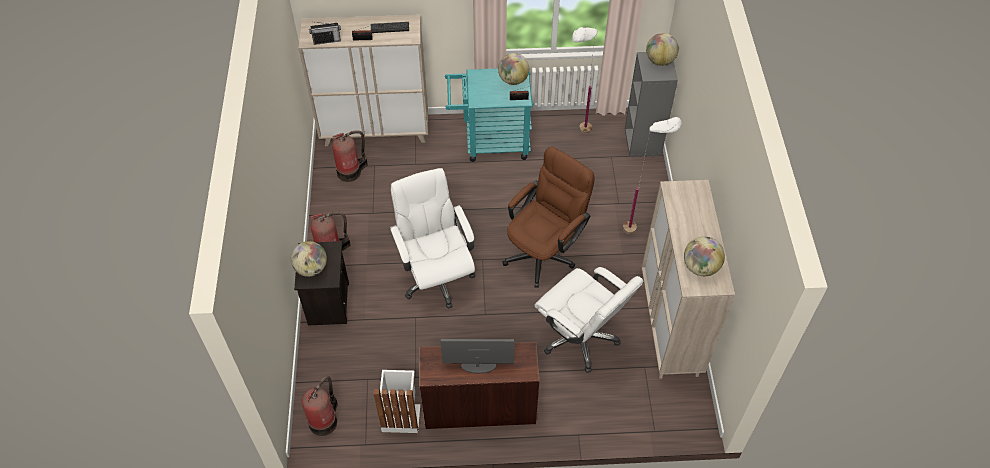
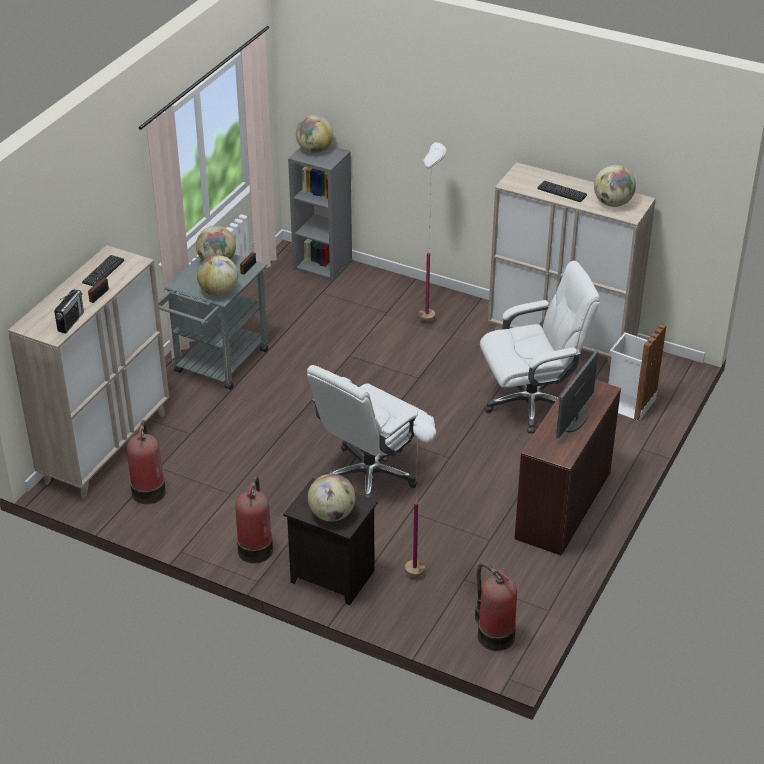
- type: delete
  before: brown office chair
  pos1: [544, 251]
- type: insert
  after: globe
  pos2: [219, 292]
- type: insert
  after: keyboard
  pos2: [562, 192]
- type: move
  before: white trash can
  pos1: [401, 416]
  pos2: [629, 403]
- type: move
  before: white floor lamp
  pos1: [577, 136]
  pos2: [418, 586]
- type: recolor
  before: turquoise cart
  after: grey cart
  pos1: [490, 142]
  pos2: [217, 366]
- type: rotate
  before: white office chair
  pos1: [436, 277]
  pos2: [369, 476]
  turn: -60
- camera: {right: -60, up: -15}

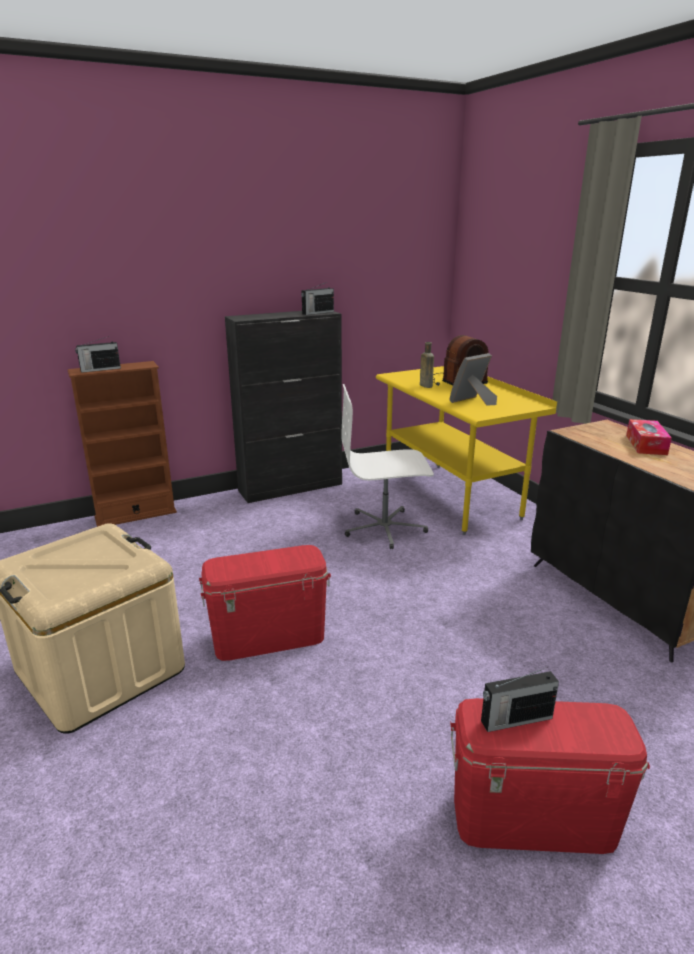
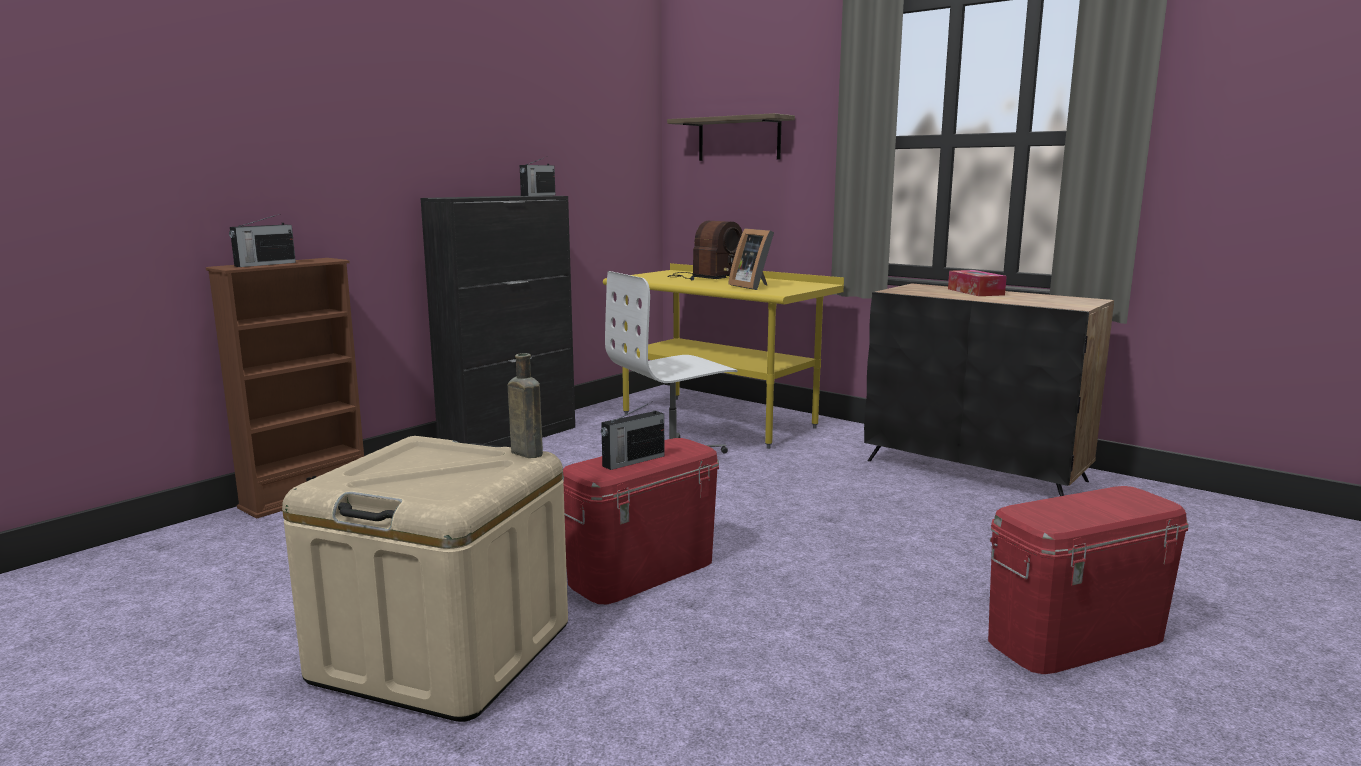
- type: insert
  after: shelf
  pos2: [739, 139]
- type: move
  before: brown bottle
  pos1: [425, 385]
  pos2: [525, 452]
- type: move
  before: radio
  pos1: [515, 719]
  pos2: [632, 461]
- type: rotate
  before: picture frame
  pos1: [472, 402]
  pos2: [753, 286]
  turn: -60
- camera: {right: -25, up: -10}

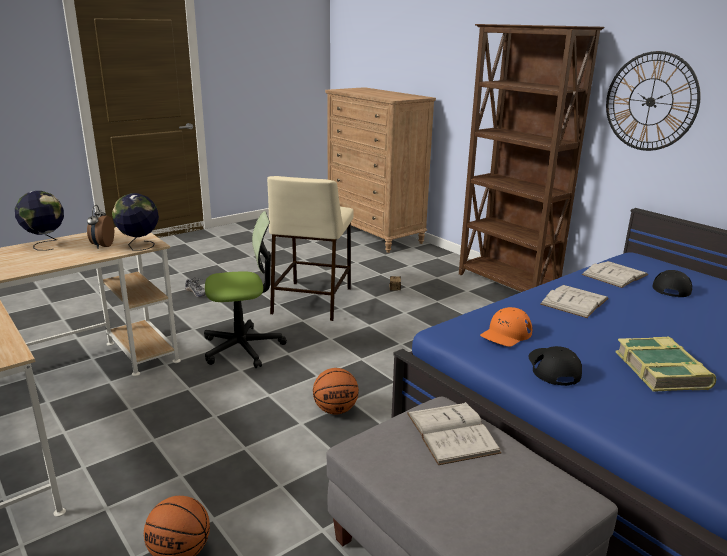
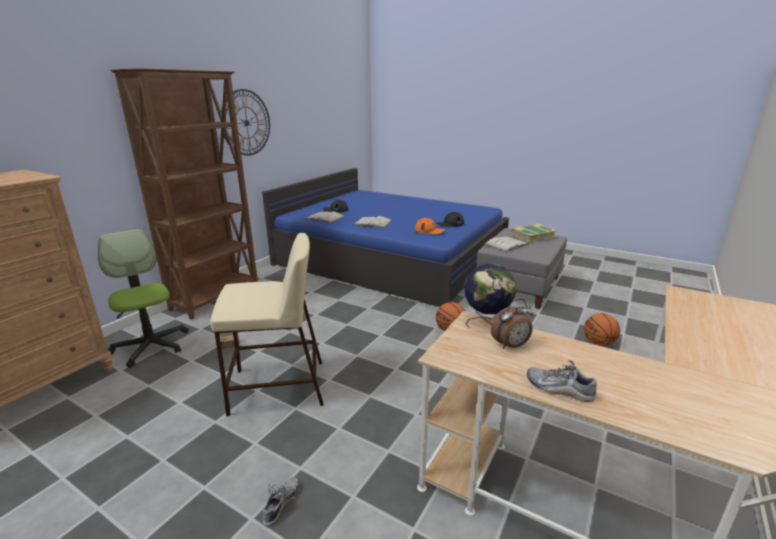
- type: move
  before: office chair
  pos1: [243, 347]
  pos2: [151, 346]
- type: move
  before: book
  pos1: [662, 370]
  pos2: [532, 236]
- type: replace
  before: globe
  after: shoe
  pos1: [45, 244]
  pos2: [559, 389]
- camera: {right: -110, up: 0}

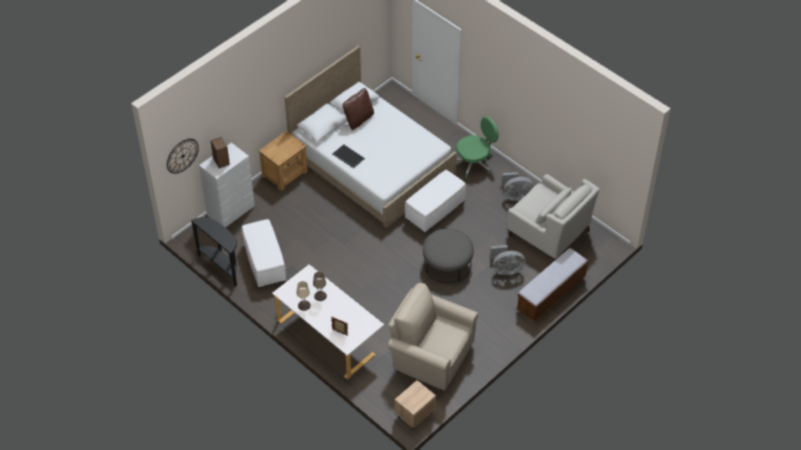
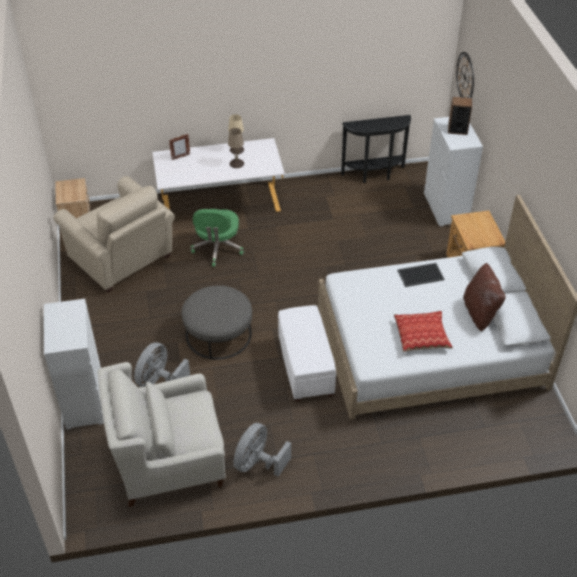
- type: delete
  before: white ottoman
  pos1: [264, 263]
- type: insert
  after: pillow
  pos2: [422, 336]
- type: move
  before: green office chair
  pos1: [474, 163]
  pos2: [217, 248]
- type: replace
  before: bench
  after: white dresser
  pos1: [551, 294]
  pos2: [84, 401]
- type: rotate
  before: beige armchair
  pos1: [430, 356]
  pos2: [123, 260]
  turn: 75
- camera: {right: 125, up: -5}

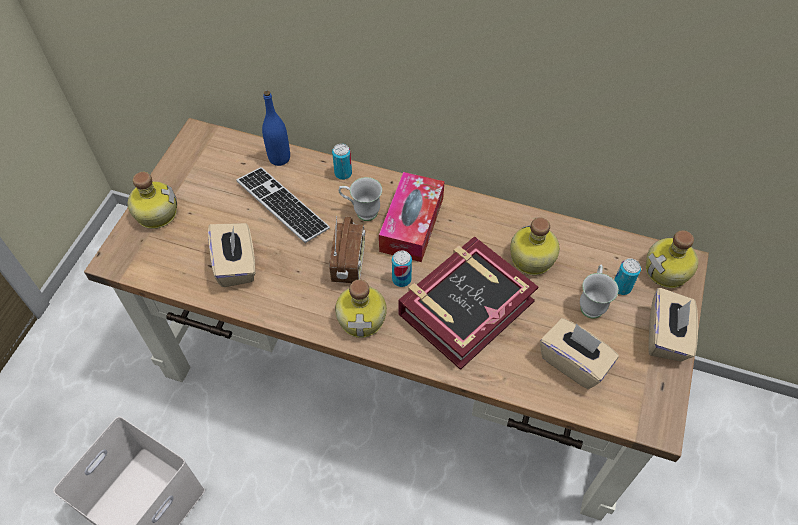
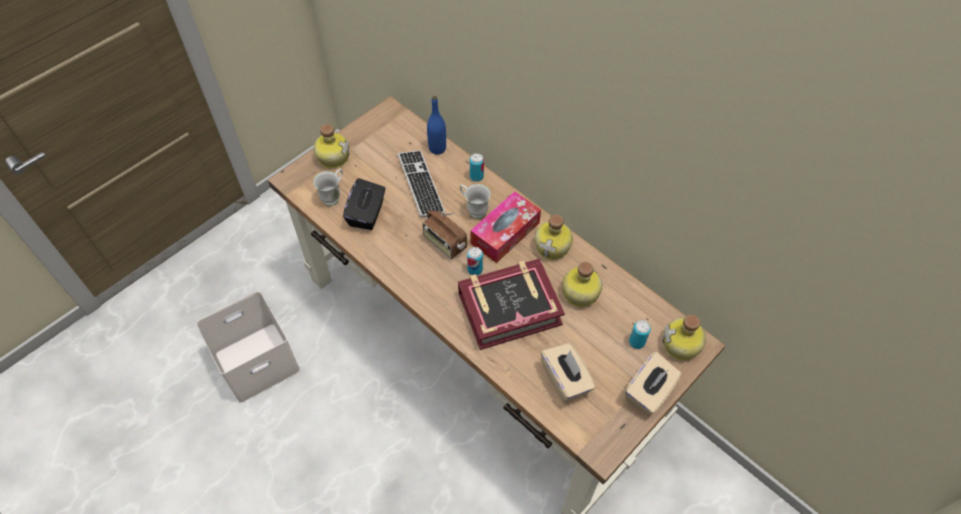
- type: move
  before: bottle
  pos1: [363, 318]
  pos2: [553, 246]
- type: move
  before: white mug
  pos1: [592, 303]
  pos2: [334, 196]
- type: recolor
  before: beige tissue box
  after: black tissue box
  pos1: [236, 265]
  pos2: [367, 214]
- type: rotate
  before: radio
  pos1: [349, 263]
  pos2: [444, 243]
  turn: 105
- camera: {right: 25, up: 0}

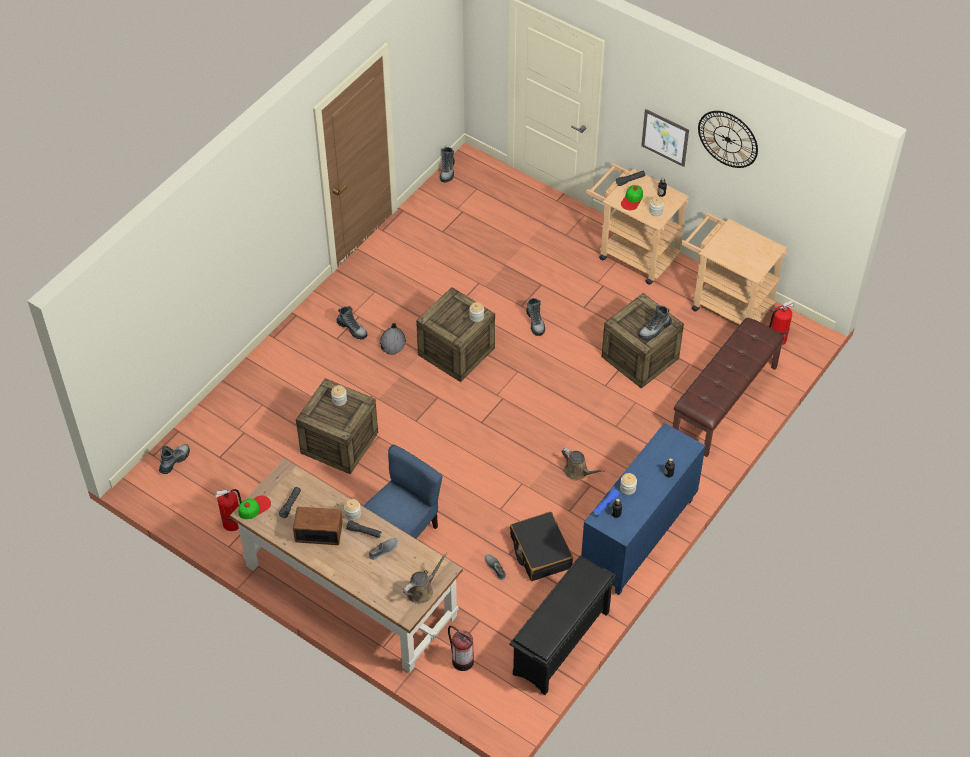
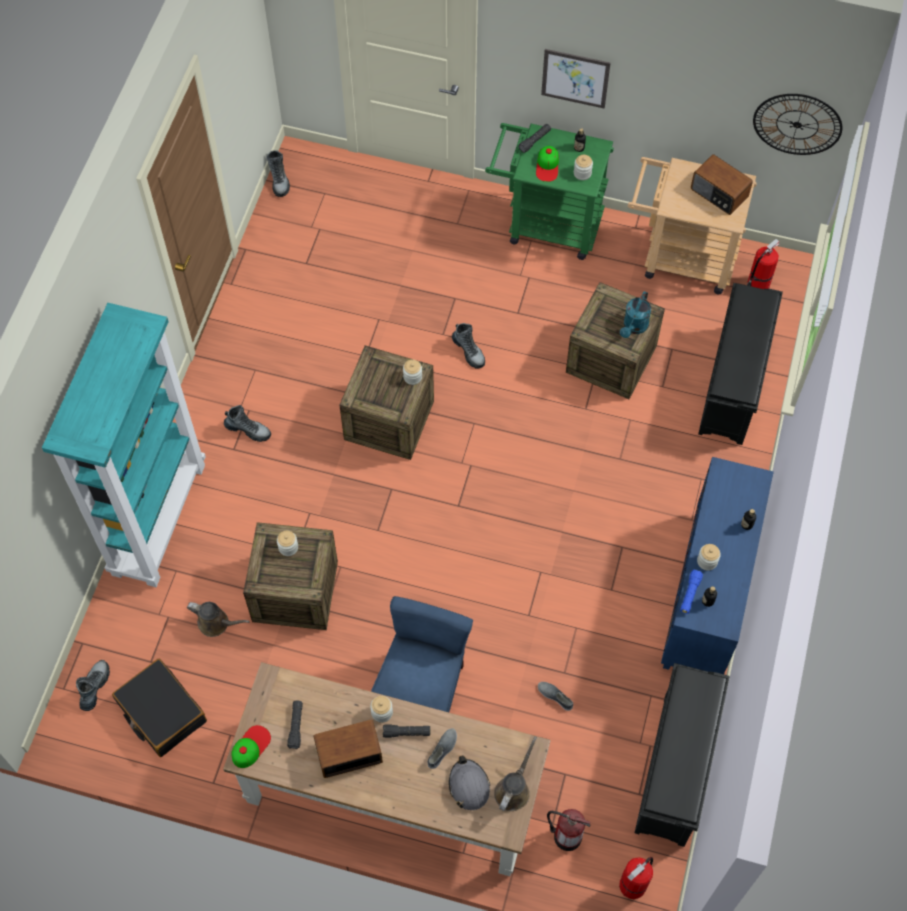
- type: insert
  after: turquoise bookcase
  pos2: [158, 518]
- type: insert
  after: radio
  pos2: [719, 194]
- type: move
  before: fire extinguisher
  pos1: [233, 522]
  pos2: [633, 884]
- type: move
  before: grey hard hat
  pos1: [392, 342]
  pos2: [469, 786]
- type: move
  before: black suitcase
  pos1: [540, 552]
  pos2: [161, 712]
- type: move
  before: brown watering can
  pos1: [578, 472]
  pos2: [216, 623]
- type: move
  before: wall clock
  pos1: [727, 139]
  pos2: [797, 124]
- type: replace
  before: boot
  after: turquoise watering can
  pos1: [654, 330]
  pos2: [634, 327]
- type: replace
  before: brown bench
  after: black shoe rack
  pos1: [725, 402]
  pos2: [733, 386]
- type: recolor
  before: beige cart
  after: green cart
  pos1: [632, 253]
  pos2: [546, 224]
- camera: {right: -20, up: 10}

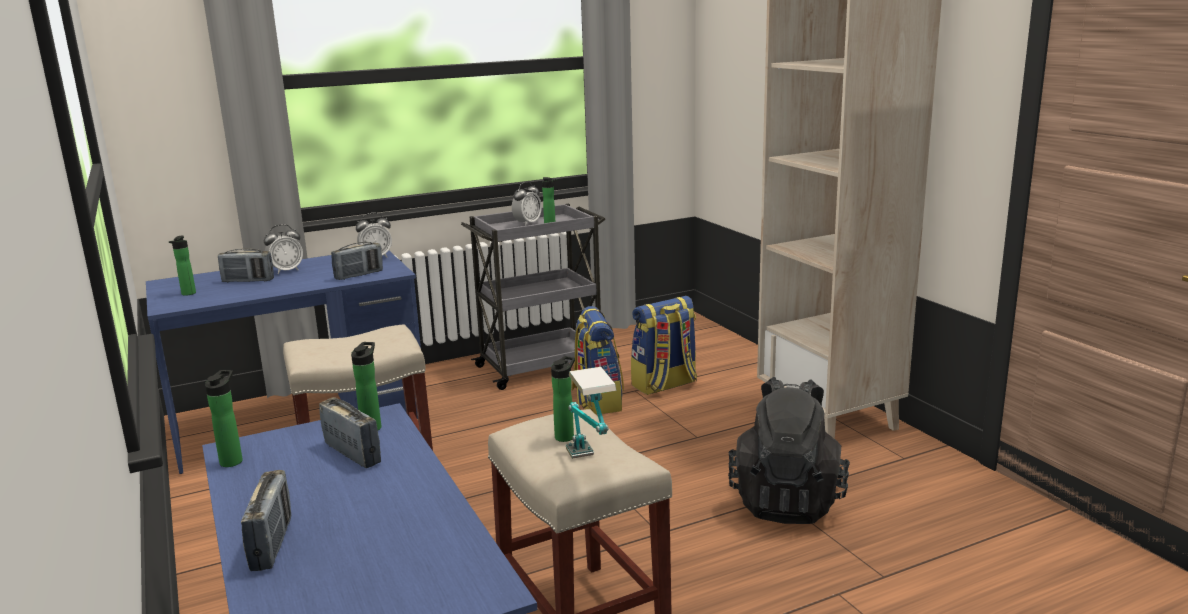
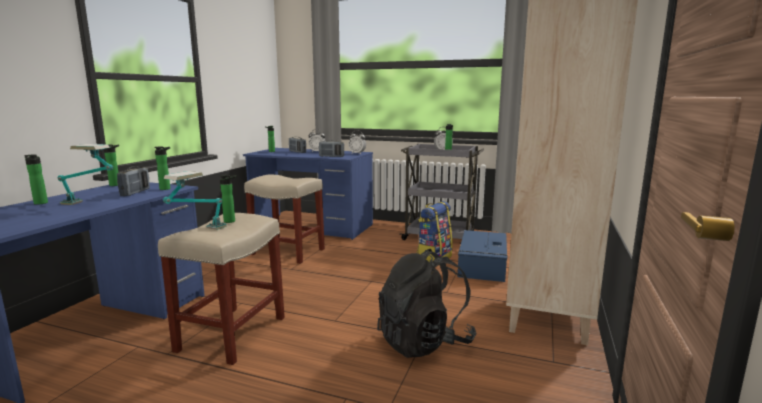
- type: insert
  after: table lamp
  pos2: [90, 204]
- type: replace
  before: radio
  after: bottle
  pos1: [272, 544]
  pos2: [40, 203]
- type: replace
  before: backpack
  after: blue storage box
  pos1: [664, 385]
  pos2: [482, 265]
- camera: {right: 45, up: -5}

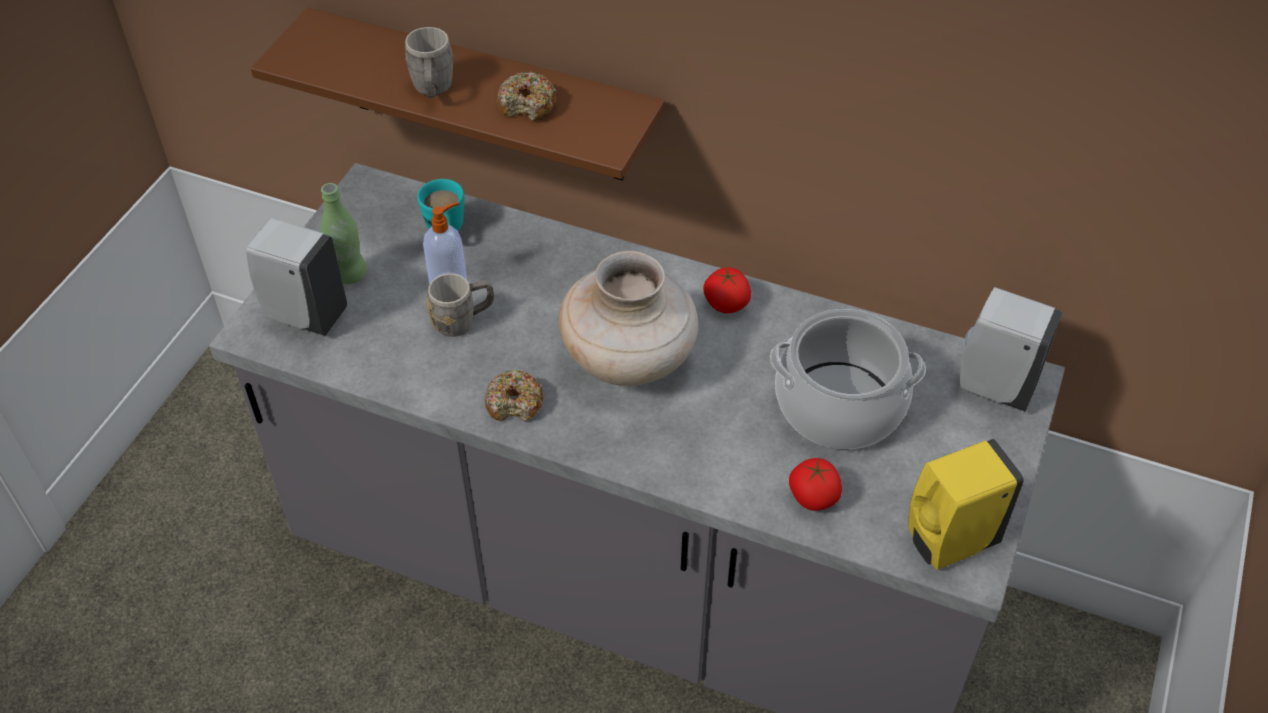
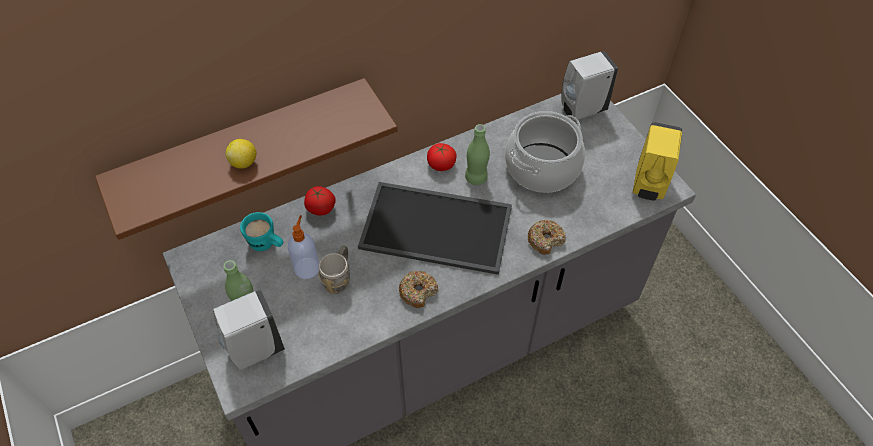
- type: insert
  after: green bottle
  pos2: [476, 178]
- type: move
  before: donut
  pos1: [527, 105]
  pos2: [545, 240]
- type: move
  before: tomato
  pos1: [813, 497]
  pos2: [321, 208]
- type: replace
  before: grey mug
  after: lemon
  pos1: [433, 90]
  pos2: [244, 162]
- type: replace
  before: beige vase
  after: tray
  pos1: [629, 360]
  pos2: [438, 226]
- camera: {right: -50, up: 5}

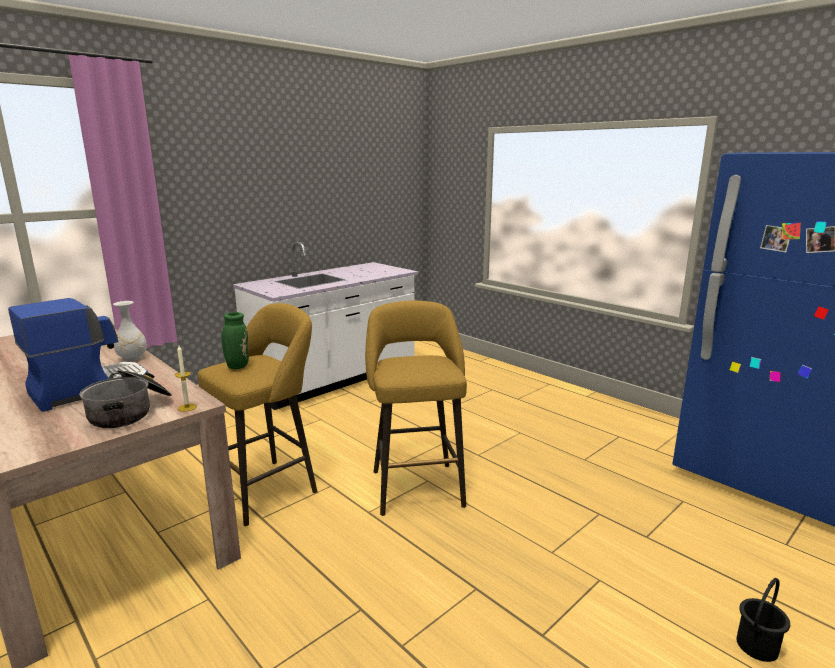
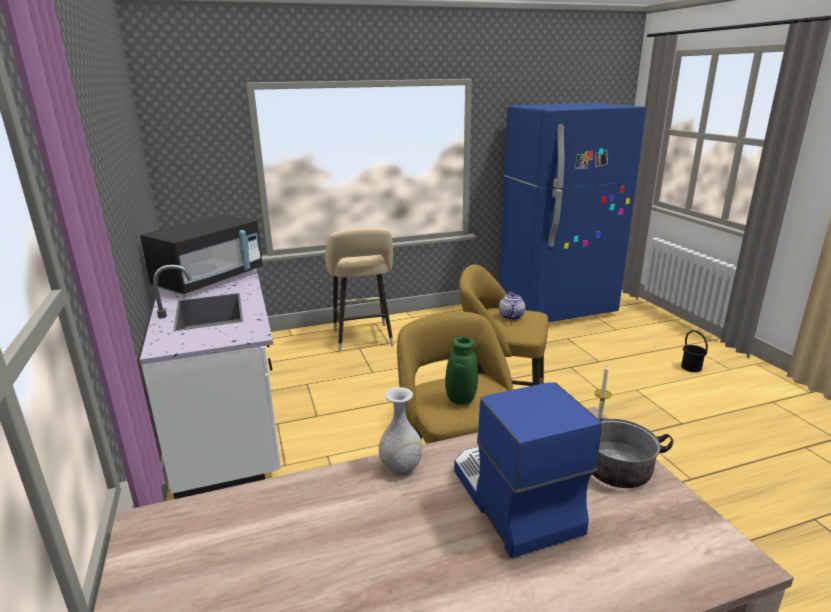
- type: insert
  after: black microwave
  pos2: [210, 280]
- type: insert
  after: beige stool
  pos2: [363, 339]
- type: insert
  after: teapot
  pos2: [511, 316]
- camera: {right: -65, up: 5}

